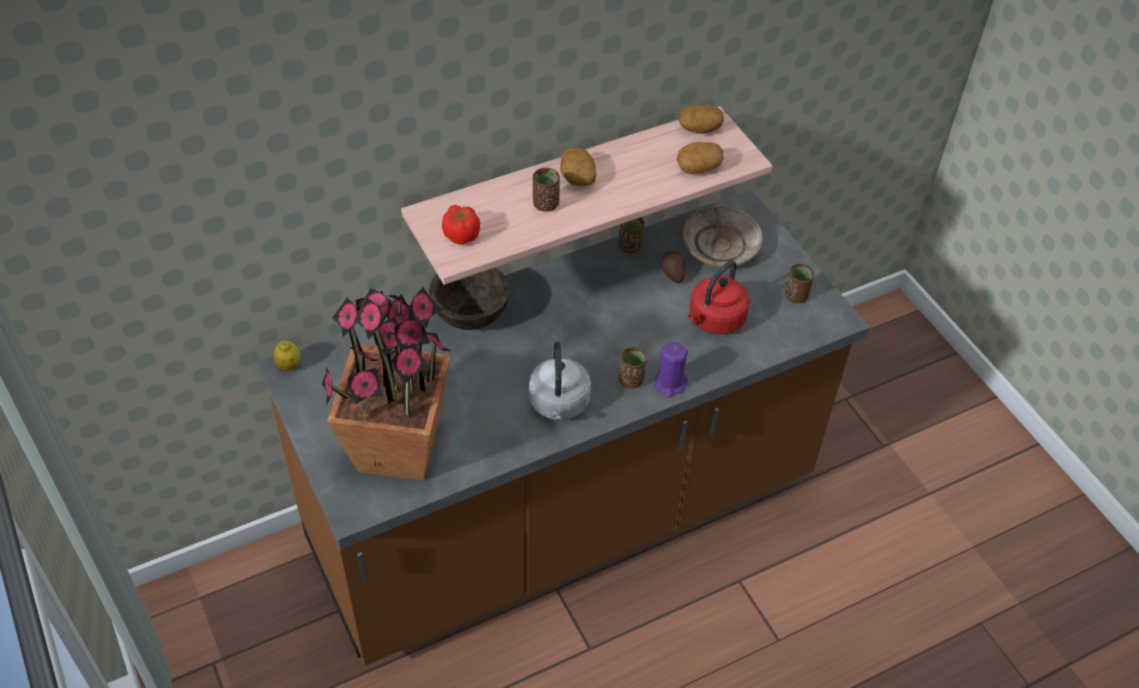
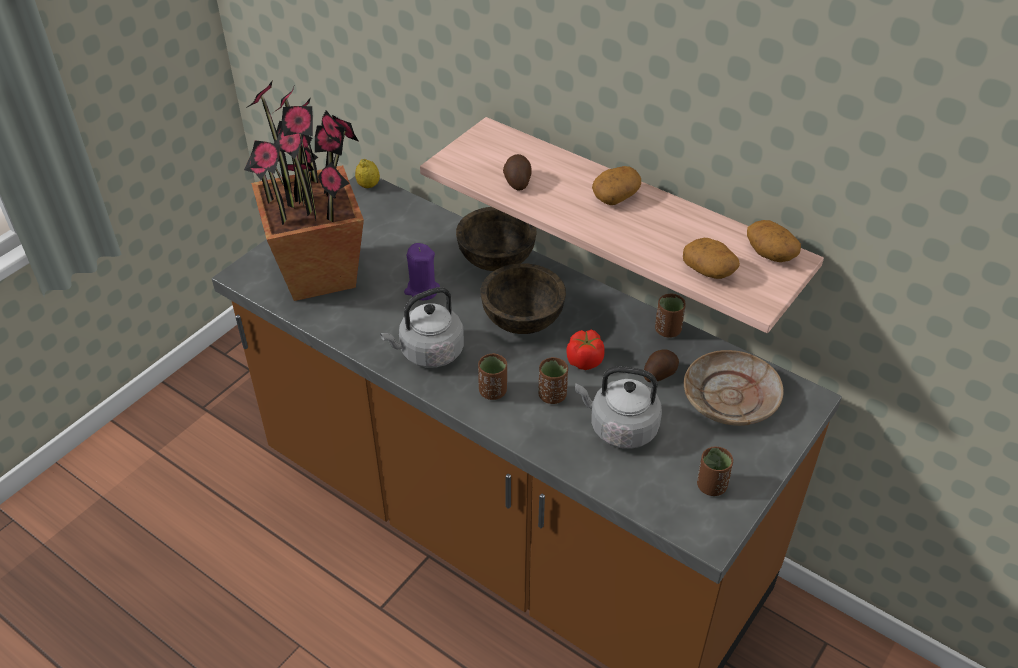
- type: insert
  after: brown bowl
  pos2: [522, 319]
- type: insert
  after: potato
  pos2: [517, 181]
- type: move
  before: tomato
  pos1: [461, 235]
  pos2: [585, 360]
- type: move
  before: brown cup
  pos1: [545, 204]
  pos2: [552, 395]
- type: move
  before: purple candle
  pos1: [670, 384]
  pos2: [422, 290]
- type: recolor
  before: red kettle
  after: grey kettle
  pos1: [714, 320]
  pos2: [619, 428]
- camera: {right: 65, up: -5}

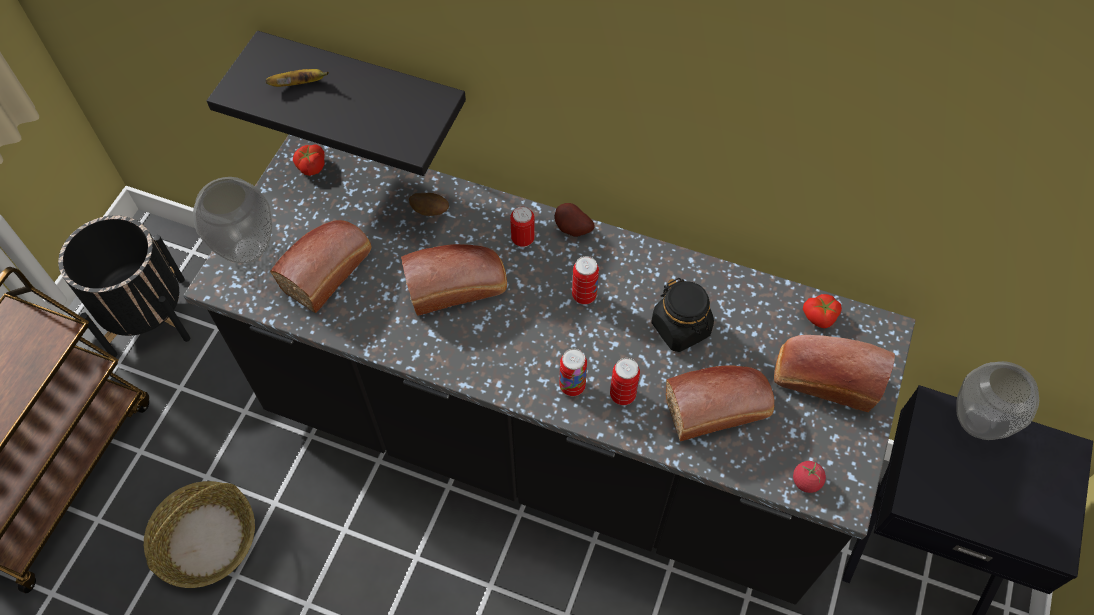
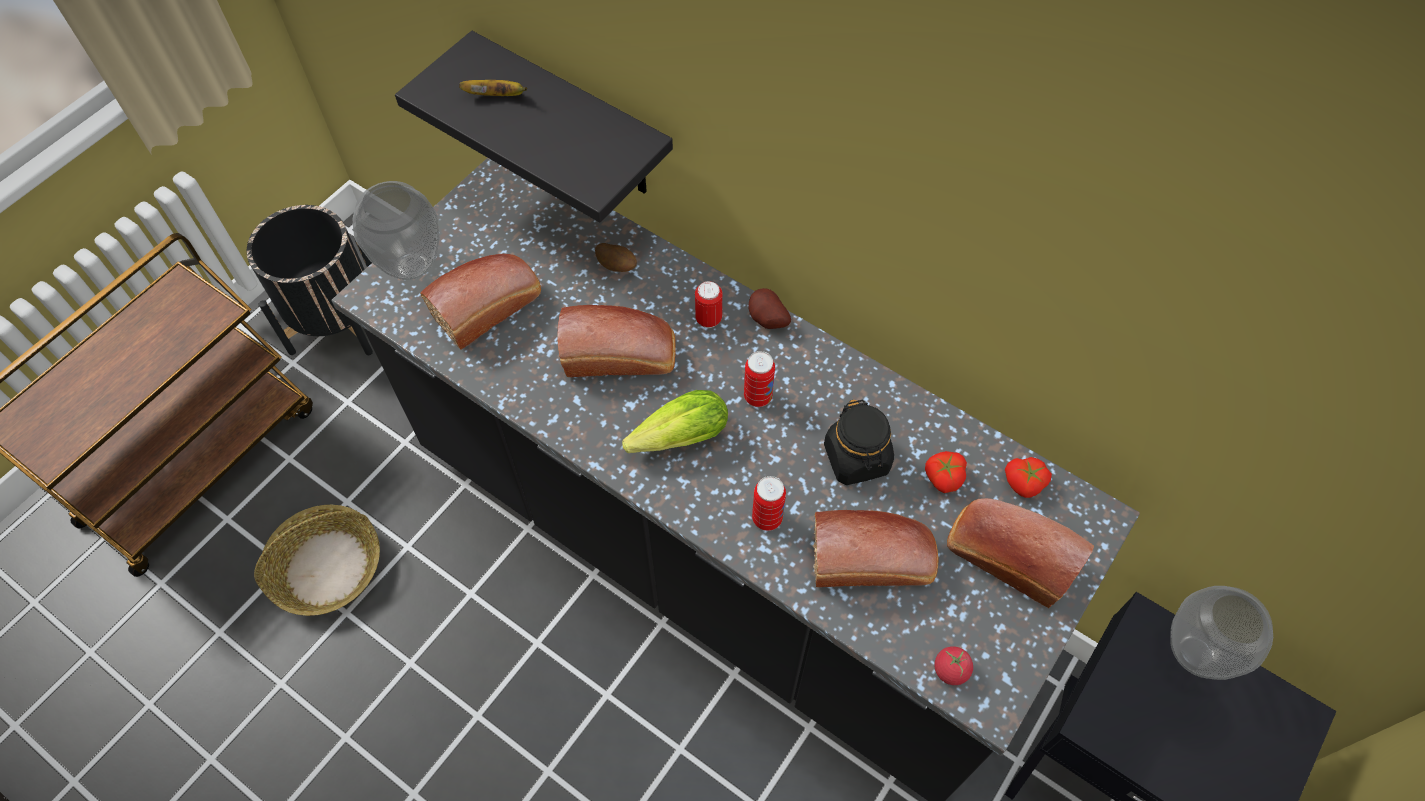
- type: delete
  before: can
  pos1: [572, 386]
- type: insert
  after: lettuce
  pos2: [674, 439]
- type: move
  before: tomato
  pos1: [310, 166]
  pos2: [943, 477]
- camera: {right: 15, up: 0}

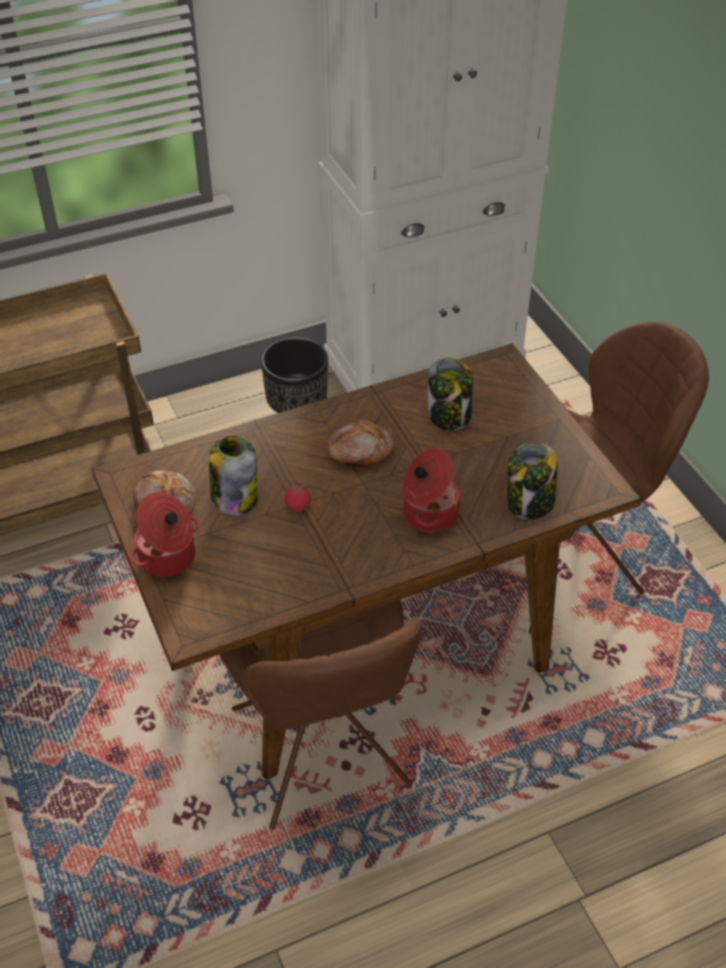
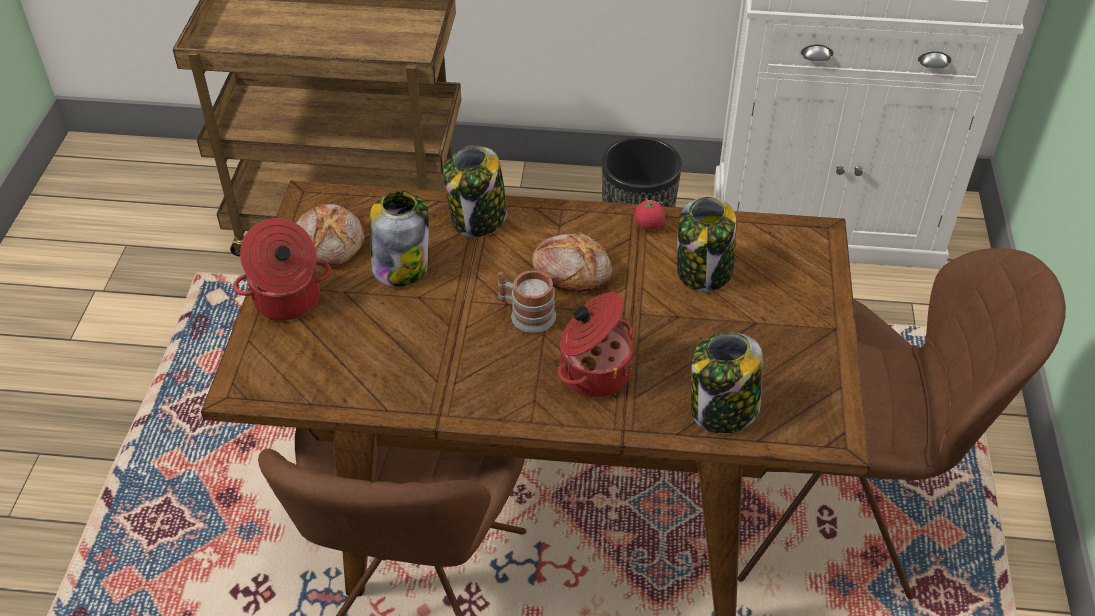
- type: insert
  after: jar
  pos2: [478, 219]
- type: insert
  after: mug
  pos2: [526, 314]
- type: move
  before: tomato
  pos1: [298, 506]
  pos2: [648, 224]
- camera: {right: 30, up: 0}

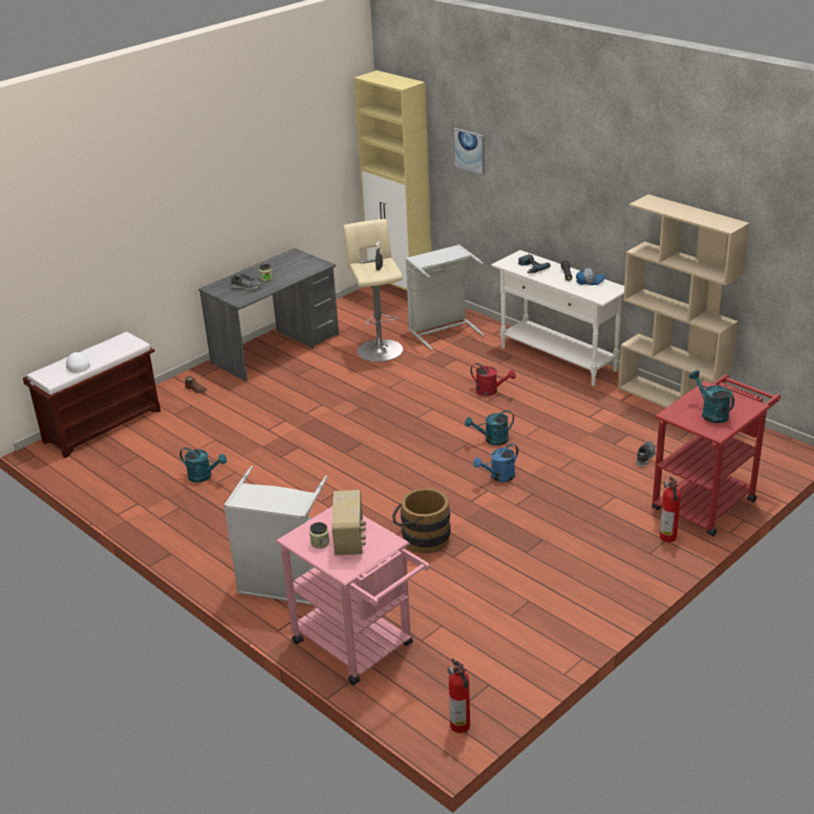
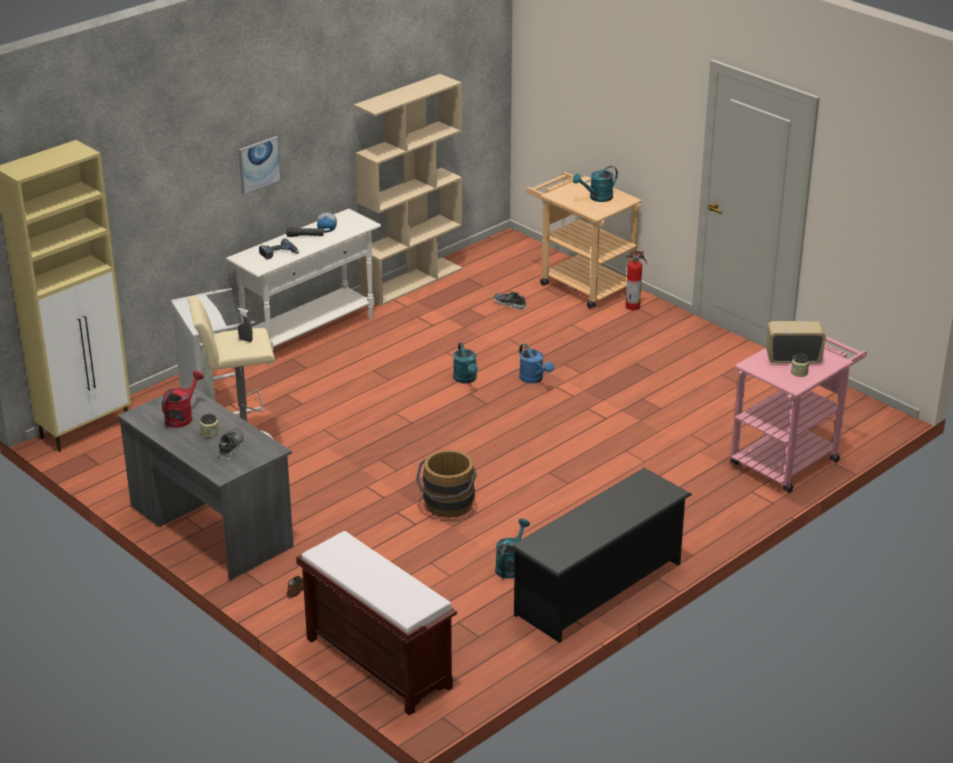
- type: delete
  before: white cap
  pos1: [77, 365]
- type: delete
  before: grey laundry basket
  pos1: [283, 585]
- type: delete
  before: fire extinguisher
  pos1: [460, 726]
- type: insert
  after: black shoe rack
  pos2: [599, 589]
- type: move
  before: brown bucket
  pos1: [421, 538]
  pos2: [447, 506]
- type: move
  before: picture
  pos1: [469, 150]
  pos2: [259, 164]
- type: move
  before: red watering can
  pos1: [490, 391]
  pos2: [182, 416]
- type: recolor
  before: red cart
  after: beige cart
  pos1: [708, 500]
  pos2: [580, 283]
- camera: {right: -90, up: 0}

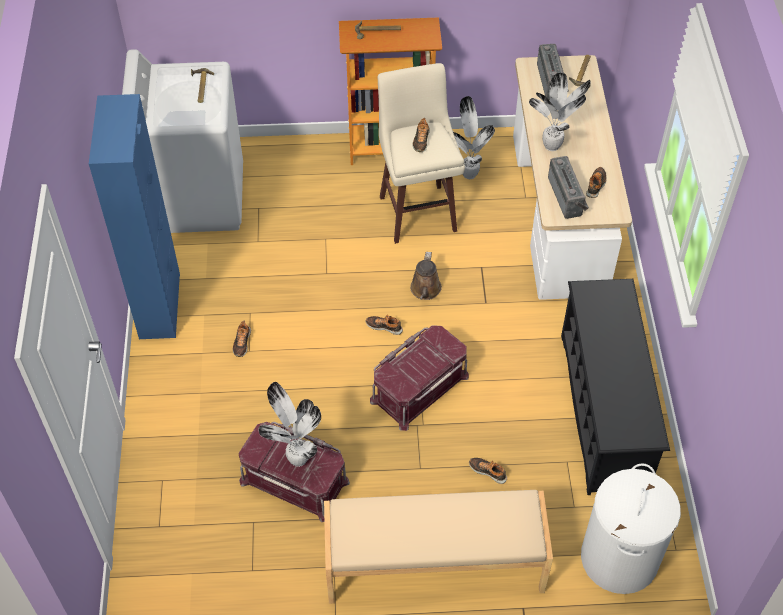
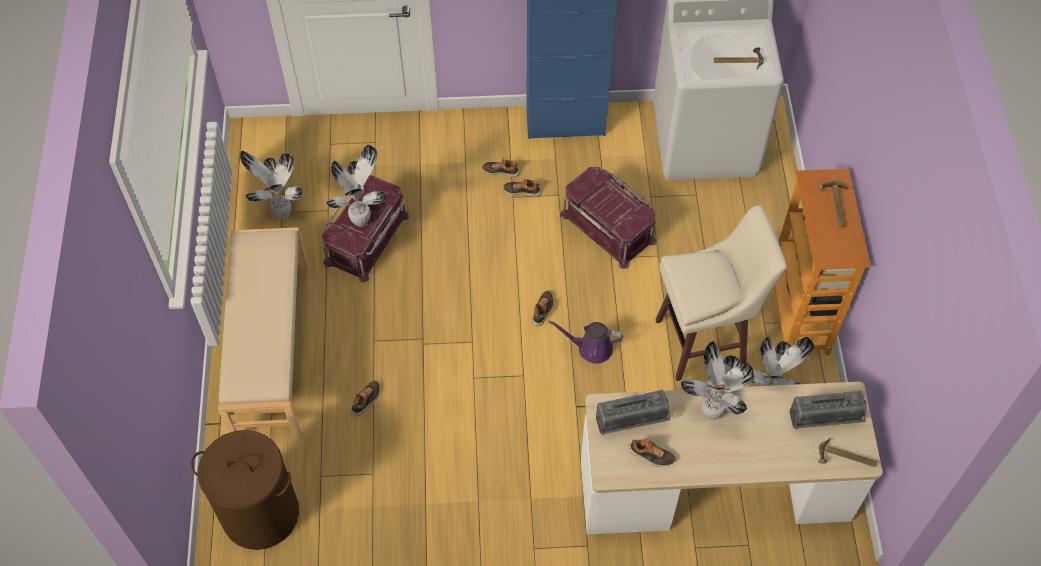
- type: delete
  before: black shoe rack
  pos1: [603, 410]
- type: insert
  after: potted plant
  pos2: [280, 213]
- type: move
  before: red storage box
  pos1: [418, 387]
  pos2: [608, 227]
- type: move
  before: shoe
  pos1: [421, 140]
  pos2: [501, 171]
- type: recolor
  before: brown watering can
  after: purple watering can
  pos1: [425, 290]
  pos2: [591, 348]
- type: recolor
  before: white laundry basket
  after: brown laundry basket
  pos1: [619, 558]
  pos2: [260, 513]
- camera: {right: 90, up: 5}

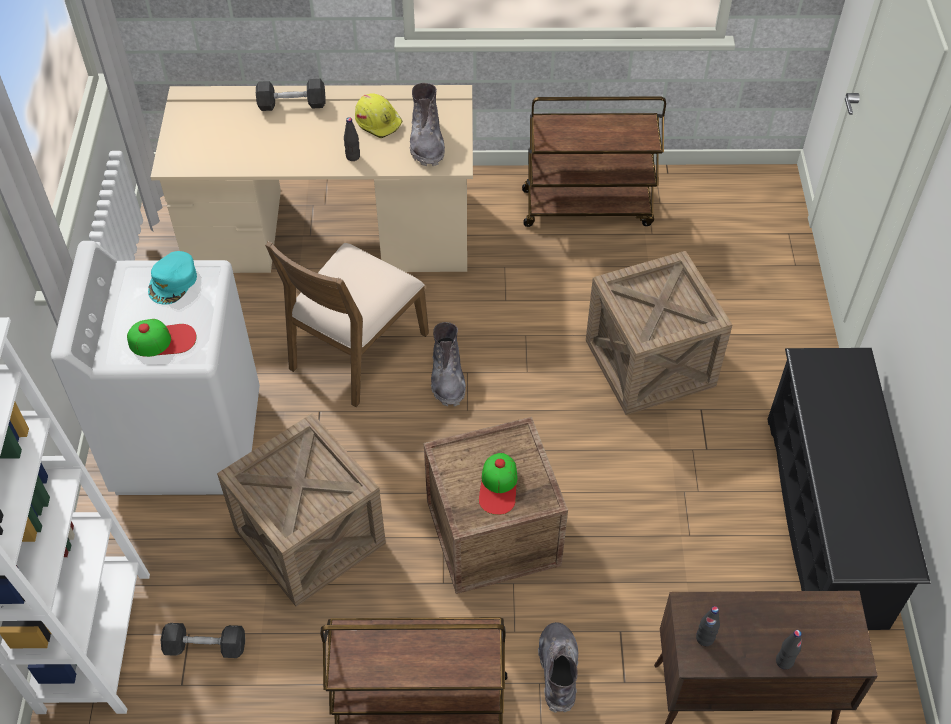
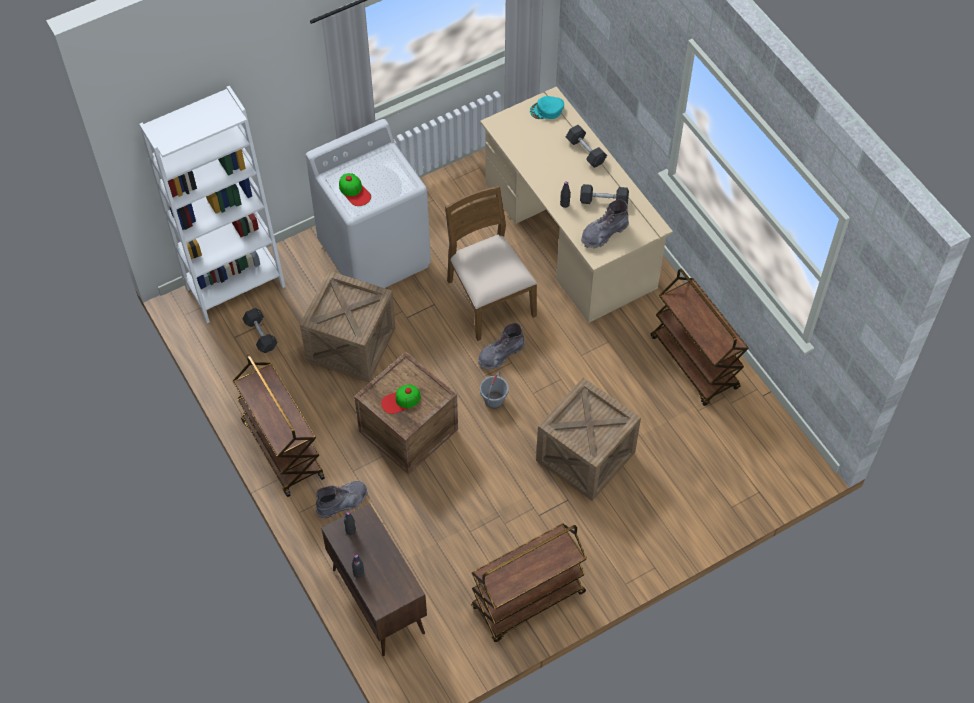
- type: insert
  after: grey bucket
  pos2: [494, 400]
- type: move
  before: turquoise cap
  pos1: [173, 282]
  pos2: [546, 110]
- type: replace
  before: yellow hard hat
  after: grey dumbbell
  pos1: [379, 121]
  pos2: [603, 201]
- type: replace
  before: black shoe rack
  after: brown cart
  pos1: [825, 520]
  pos2: [528, 601]
- type: rotate
  before: brown chair
  pos1: [356, 350]
  pos2: [489, 298]
  turn: 60
- camera: {right: 60, up: 5}

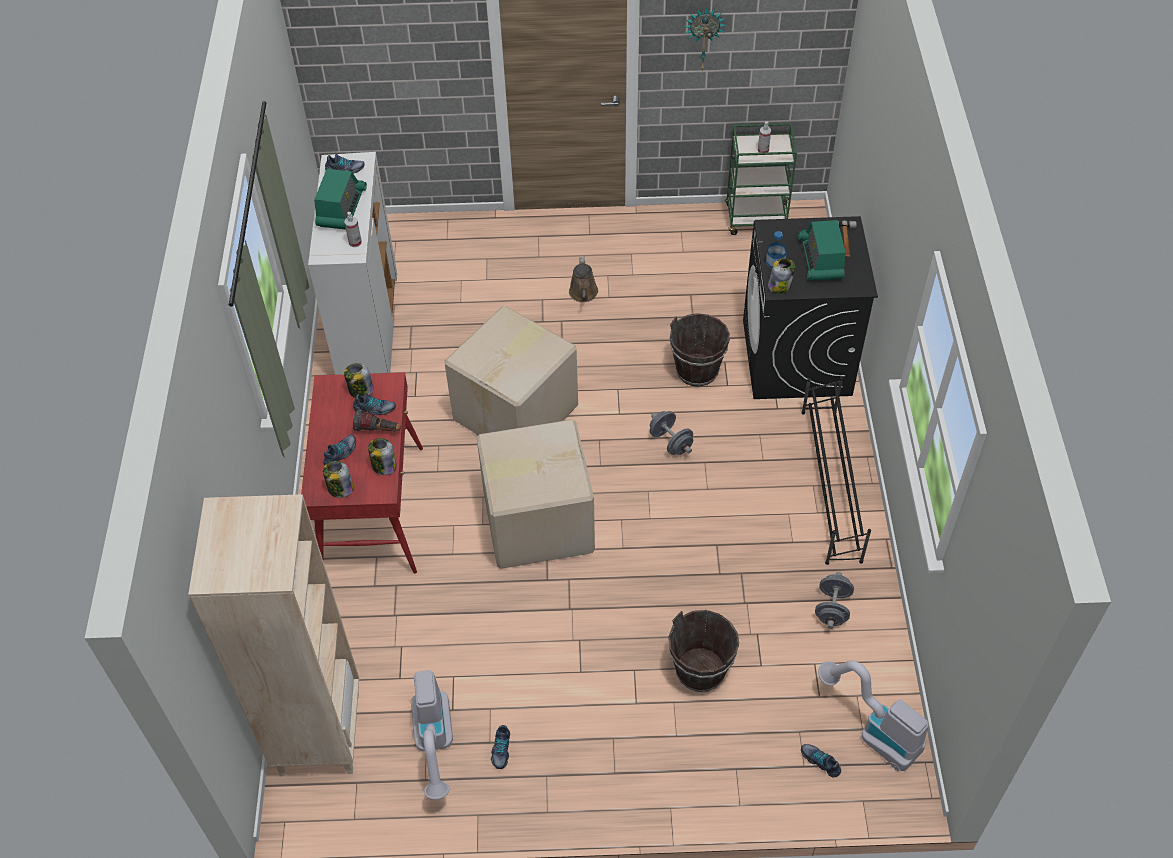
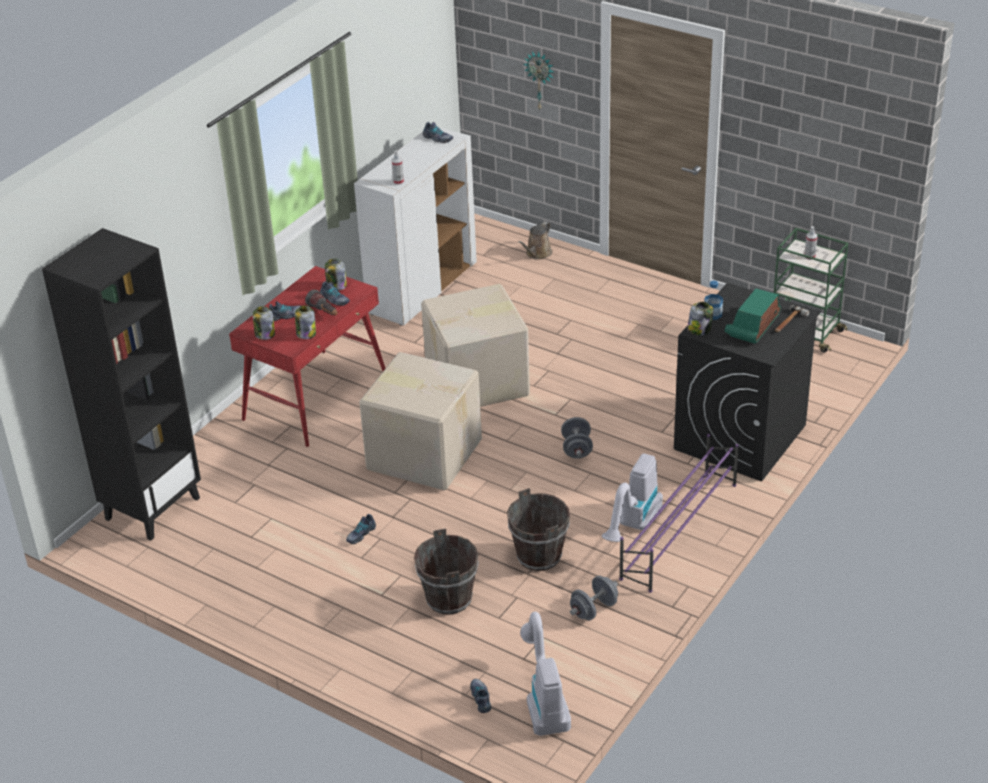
- type: delete
  before: radio
  pos1: [341, 209]
- type: move
  before: vacuum cleaner
  pos1: [435, 746]
  pos2: [633, 527]
- type: move
  before: shoe
  pos1: [501, 749]
  pos2: [360, 534]
- type: move
  before: brown watering can
  pos1: [583, 294]
  pos2: [537, 254]
- type: move
  before: brown bucket
  pos1: [697, 370]
  pos2: [539, 556]
- type: move
  before: wall clock
  pos1: [704, 38]
  pos2: [540, 80]
- type: recolor
  before: beige bookcase
  after: black bookcase
  pos1: [319, 733]
  pos2: [152, 508]
- type: recolor
  before: black shoe rack
  after: purple shoe rack
  pos1: [830, 485]
  pos2: [678, 531]
- camera: {right: 35, up: -15}

